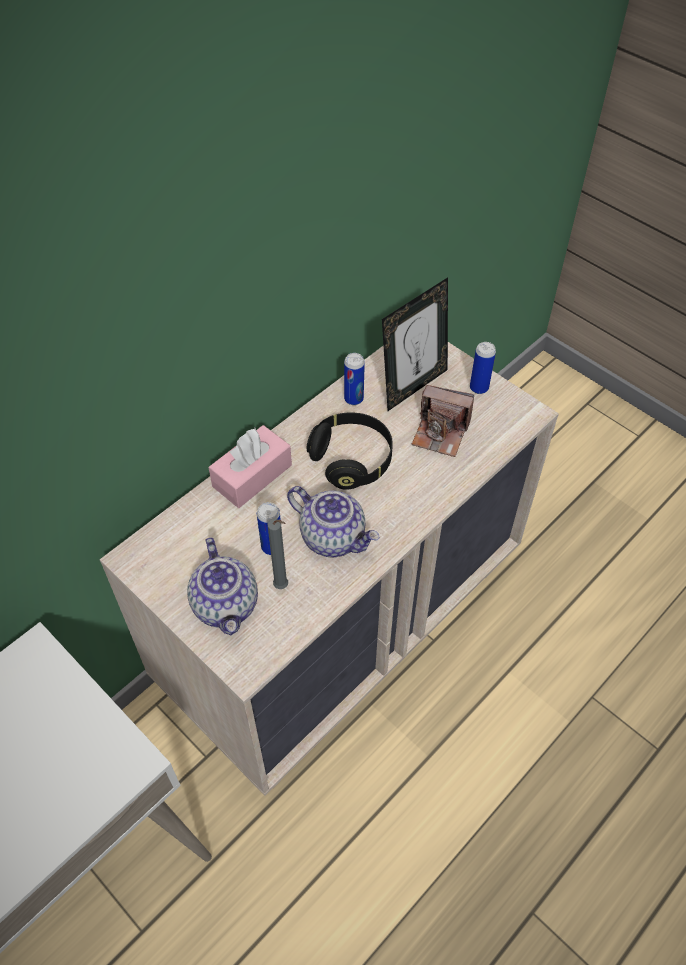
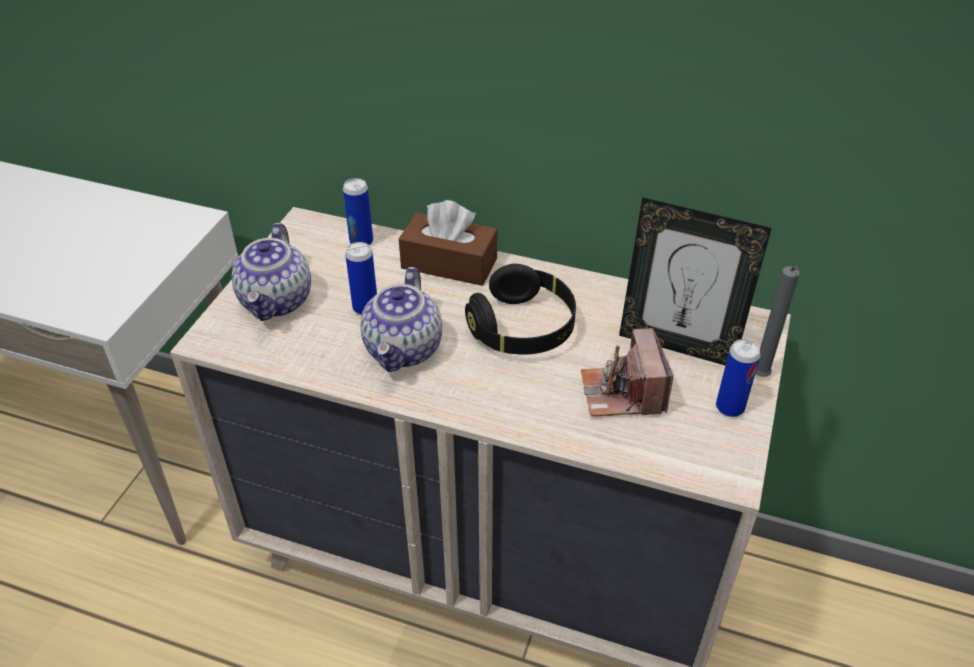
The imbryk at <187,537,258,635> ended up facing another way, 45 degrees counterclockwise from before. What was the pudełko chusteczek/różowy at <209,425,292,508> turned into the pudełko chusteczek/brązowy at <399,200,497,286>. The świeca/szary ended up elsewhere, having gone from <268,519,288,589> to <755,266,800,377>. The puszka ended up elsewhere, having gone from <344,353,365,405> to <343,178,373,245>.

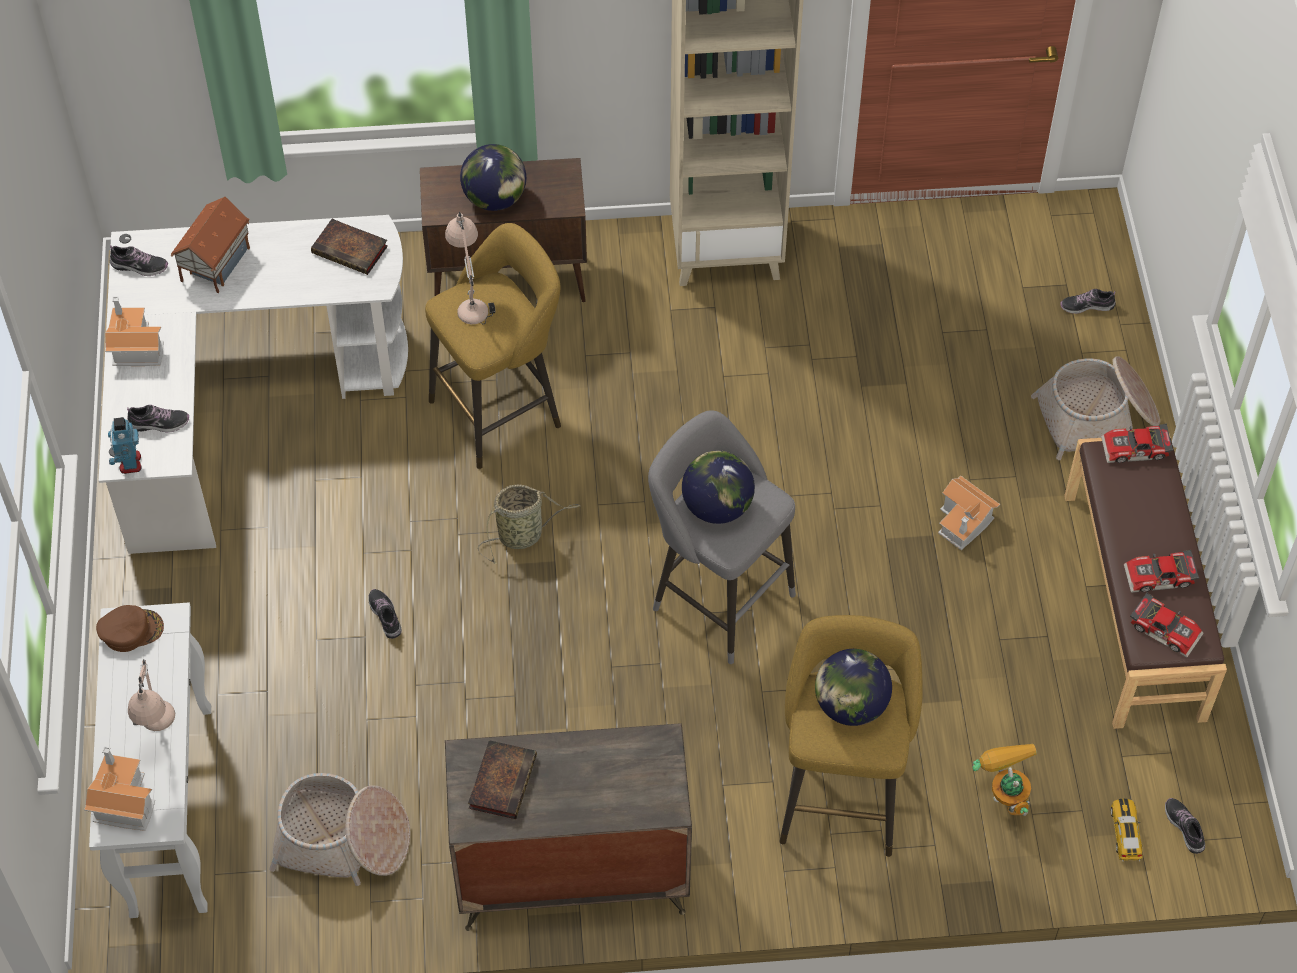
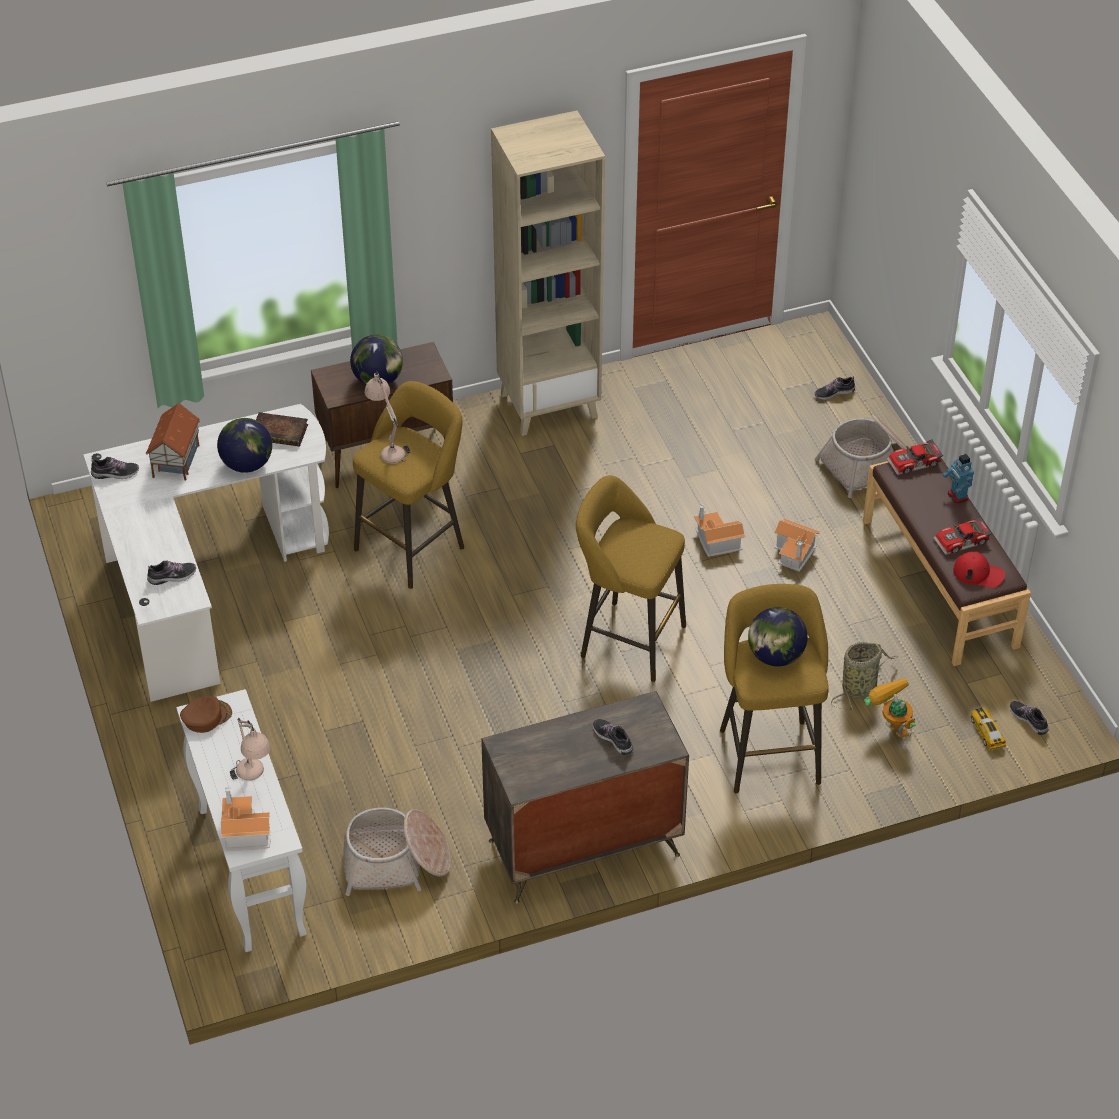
The domek ended up elsewhere, having gone from <105,296,164,366> to <694,504,746,557>. The robot zabawkowy ended up elsewhere, having gone from <108,417,142,474> to <942,454,974,503>. The but ended up elsewhere, having gone from <368,589,402,639> to <593,719,633,755>. The second view lost the książka at <468,740,537,819>. The koszyk ended up elsewhere, having gone from <477,484,581,564> to <831,642,899,711>. What was the stołek/szary at <648,410,796,664> turned into the stołek/żółty at <576,475,686,682>. The globus ended up elsewhere, having gone from <682,451,755,524> to <217,418,272,473>. Where the samochodzik stood at <1130,592,1204,657>, the czapka z daszkiem/czerwony came to stand at <953,551,1005,588>.

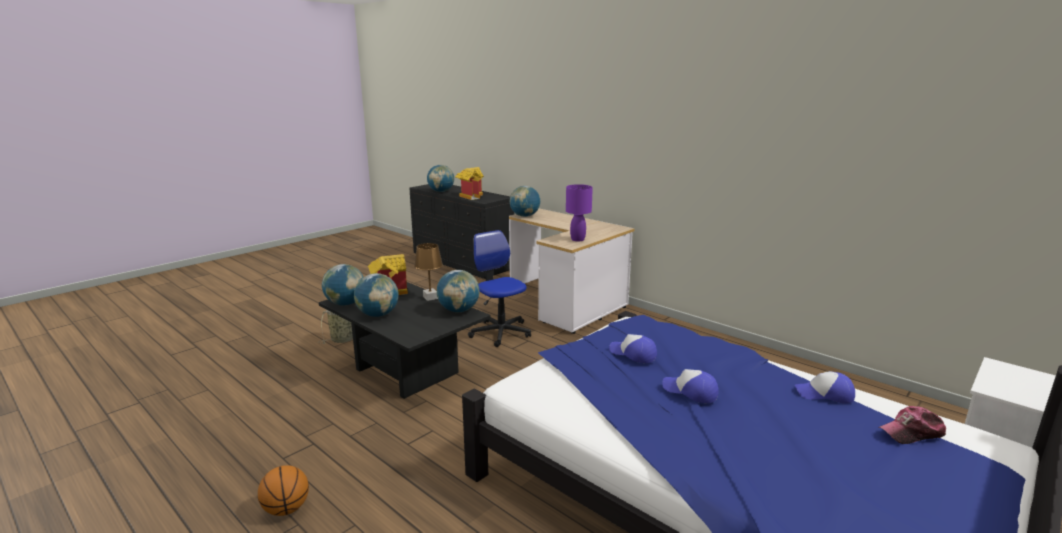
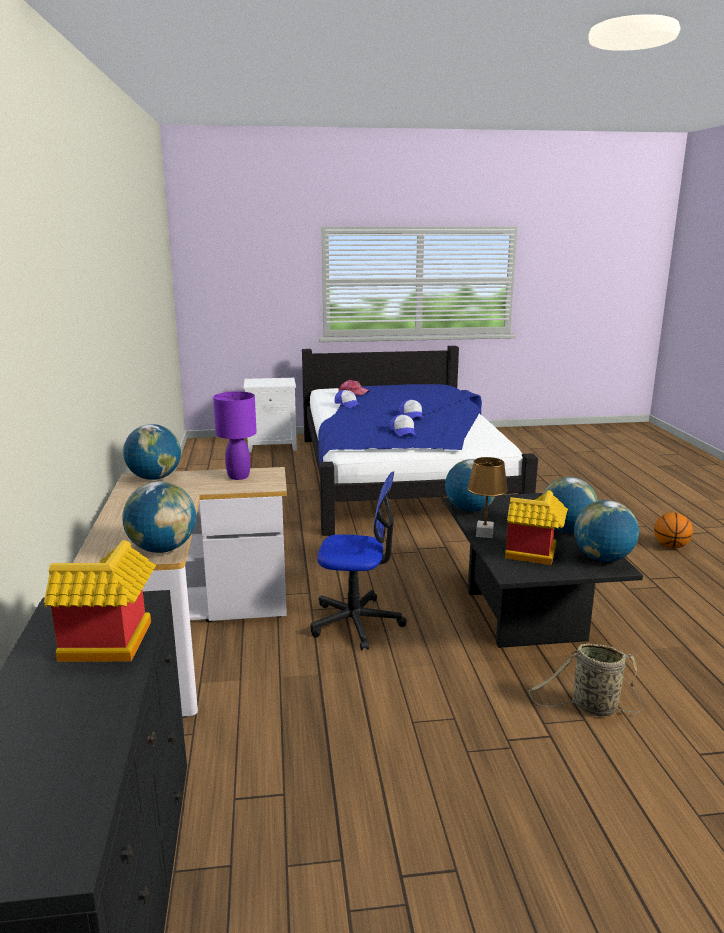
The globus ended up elsewhere, having gone from <427,165,454,192> to <123,424,181,480>. The krzesło biurowe at <468,230,531,347> ended up facing another way, 90 degrees counterclockwise from before.

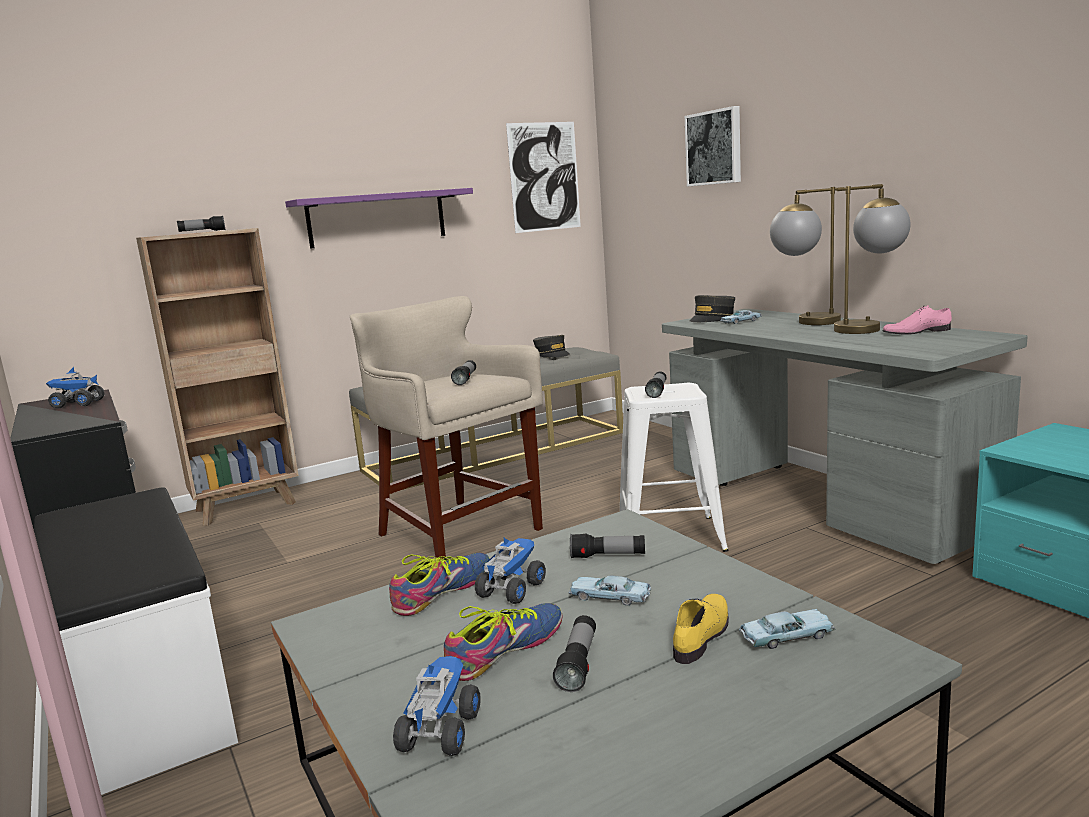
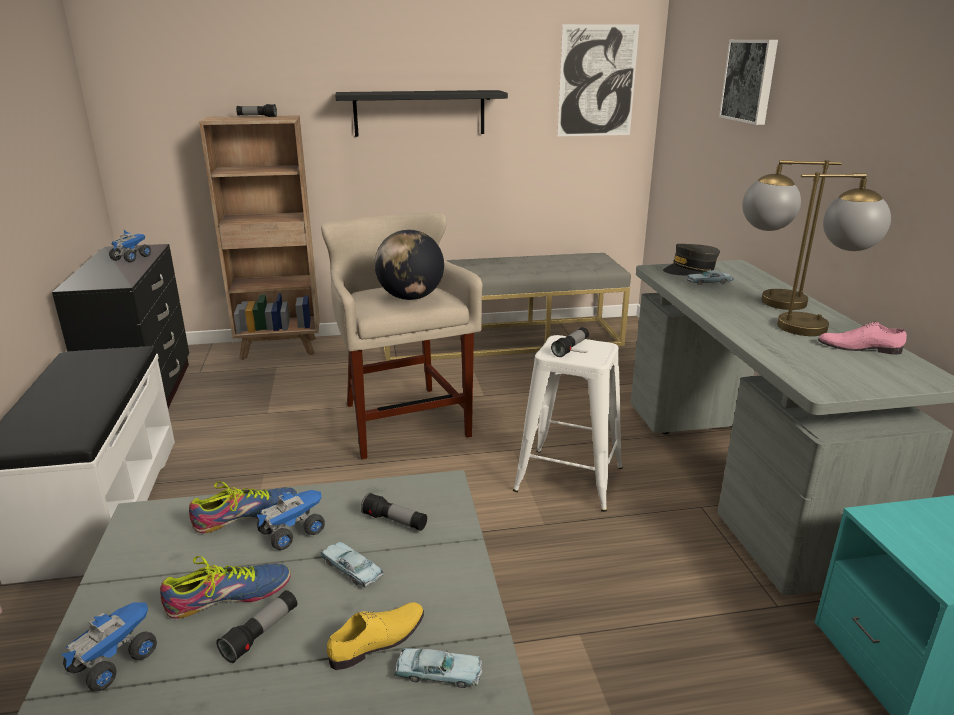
The ciężarówka zabawkowa at <46,367,105,408> ended up facing another way, 90 degrees clockwise from before. What was the półka/fioletowy at <285,188,473,249> turned into the półka/czarny at <335,90,508,137>. Where the latarka stood at <451,360,476,385>, the globus came to stand at <374,230,444,300>. The second view lost the czapka z daszkiem/szary at <533,335,570,357>.

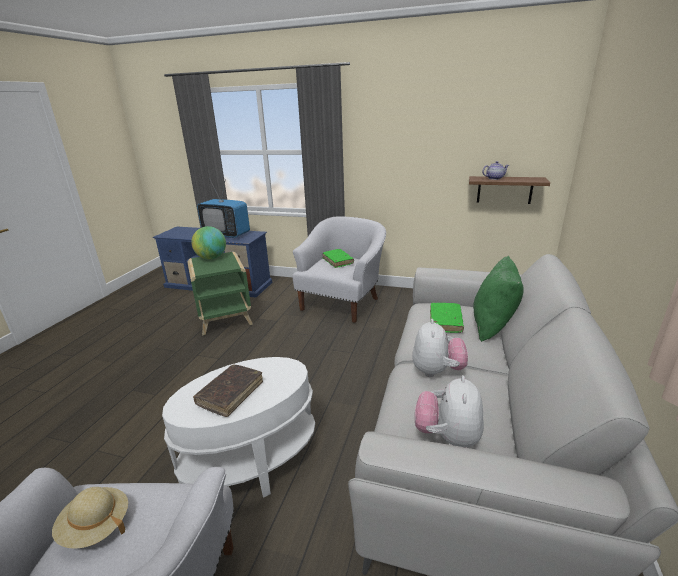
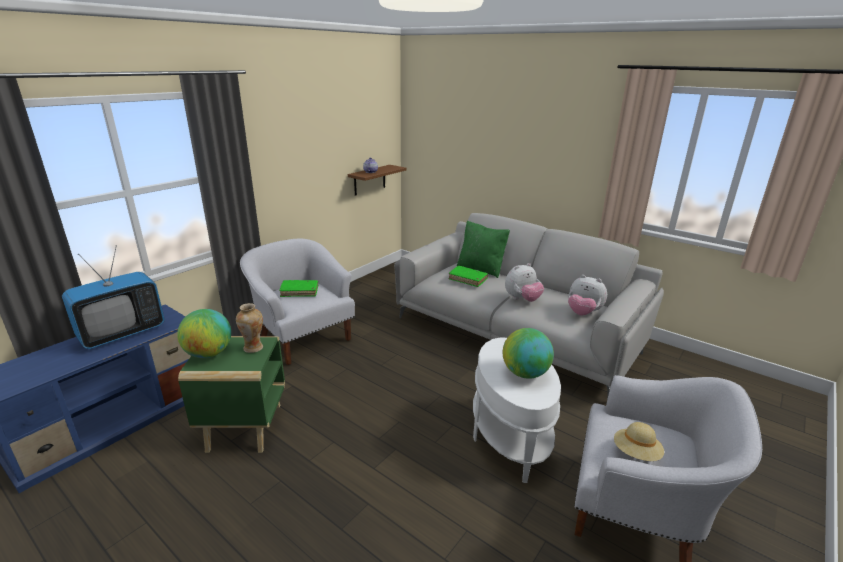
Where the książka/brązowy stood at <193,365,263,417>, the globus came to stand at <503,328,554,379>. The pluszak at <412,319,468,377> ended up facing another way, 120 degrees clockwise from before. The second view gained the wazon at <236,303,263,353>.

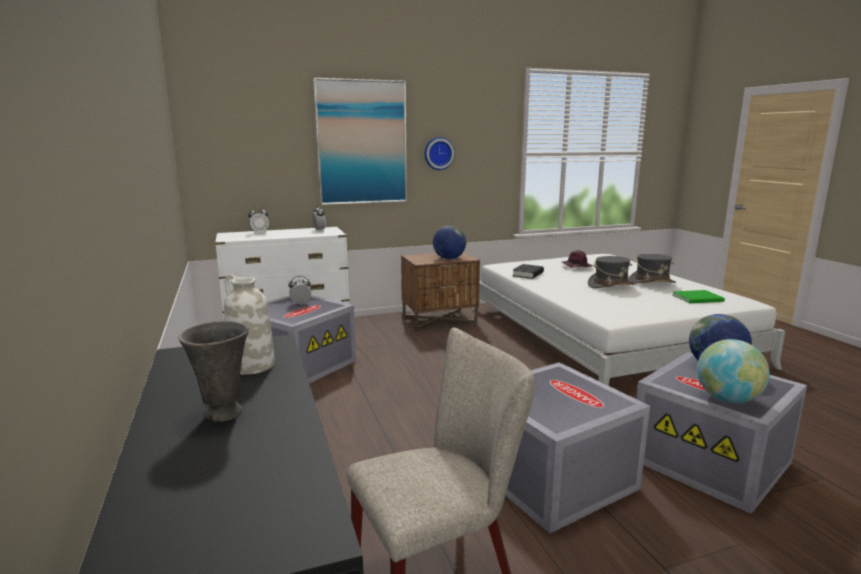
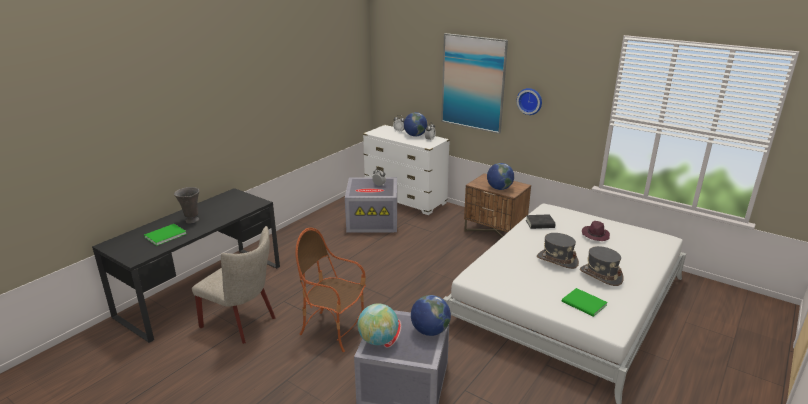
The second view lost the wazon/biały at <224,274,275,375>. Where the pojemnik do przechowywania/szary stood at <505,362,650,533>, the fotel came to stand at <295,228,366,352>. The second view gained the książka/zielony at <144,224,186,246>. The second view gained the globus at <404,112,428,137>.

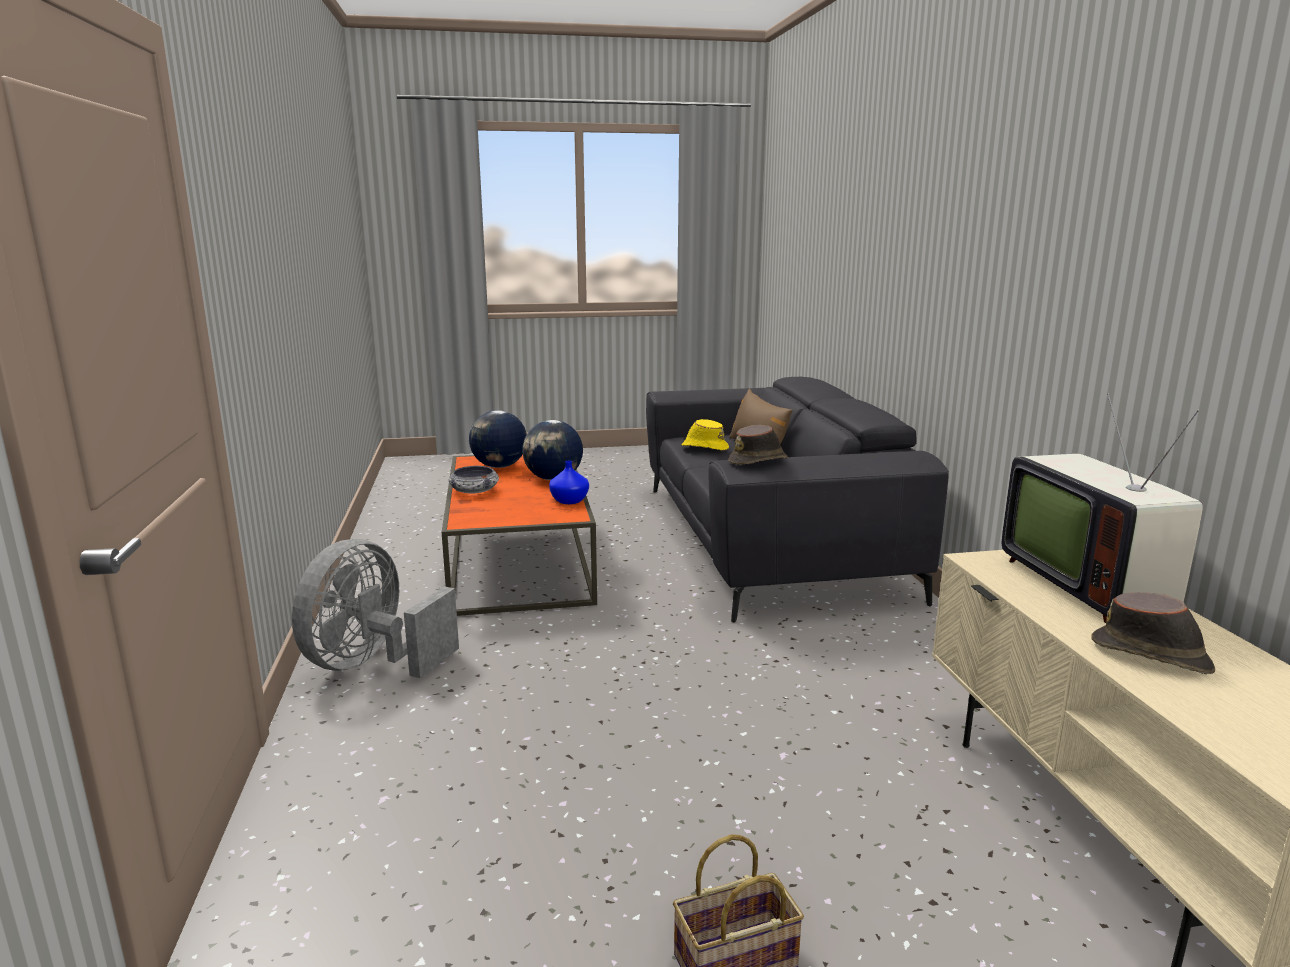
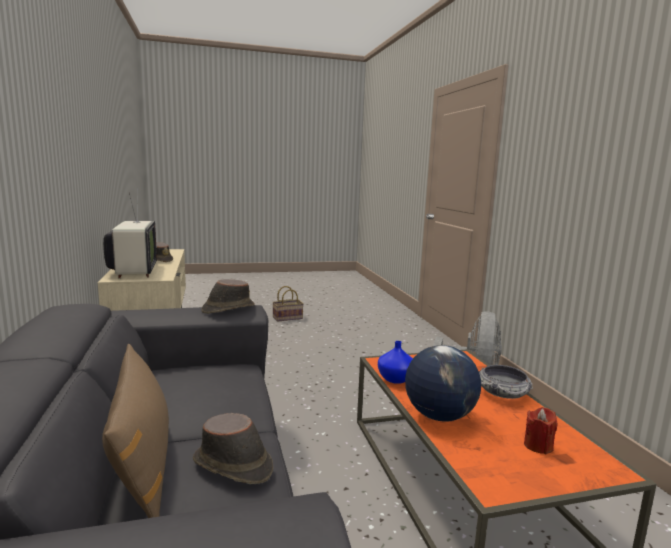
Where the globus stood at <469,410,527,468>, the świeca/czerwony came to stand at <524,407,558,454>. What was the kapelusz/żółty at <682,419,729,451> turned into the kapelusz/brązowy at <193,413,273,484>.

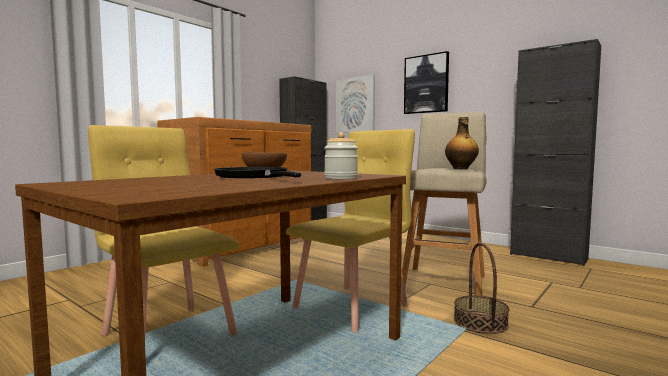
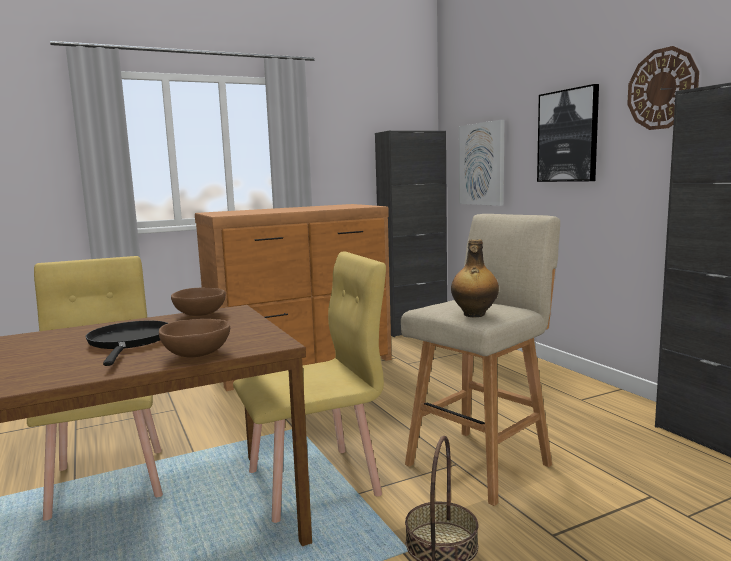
Where the słoik stood at <324,132,358,179>, the miska/brązowy came to stand at <159,319,230,357>. The second view gained the zegar ścienny at <627,46,699,130>.

